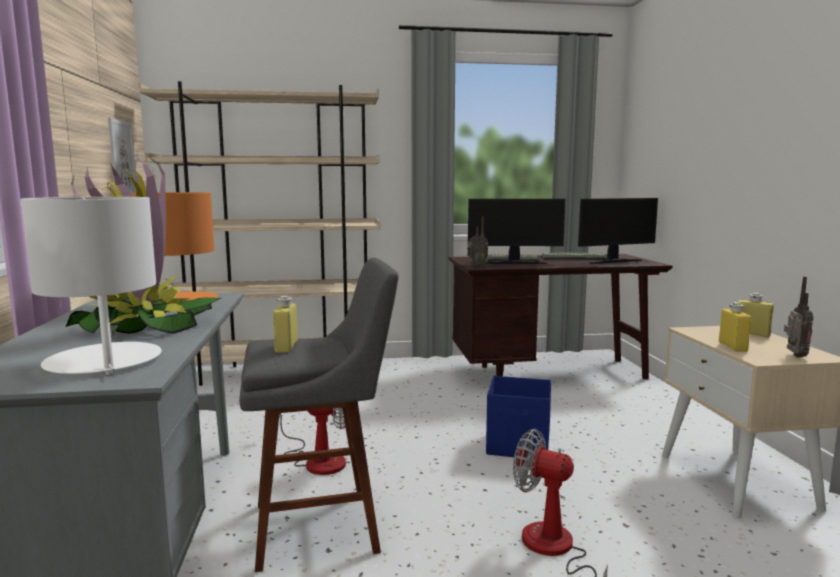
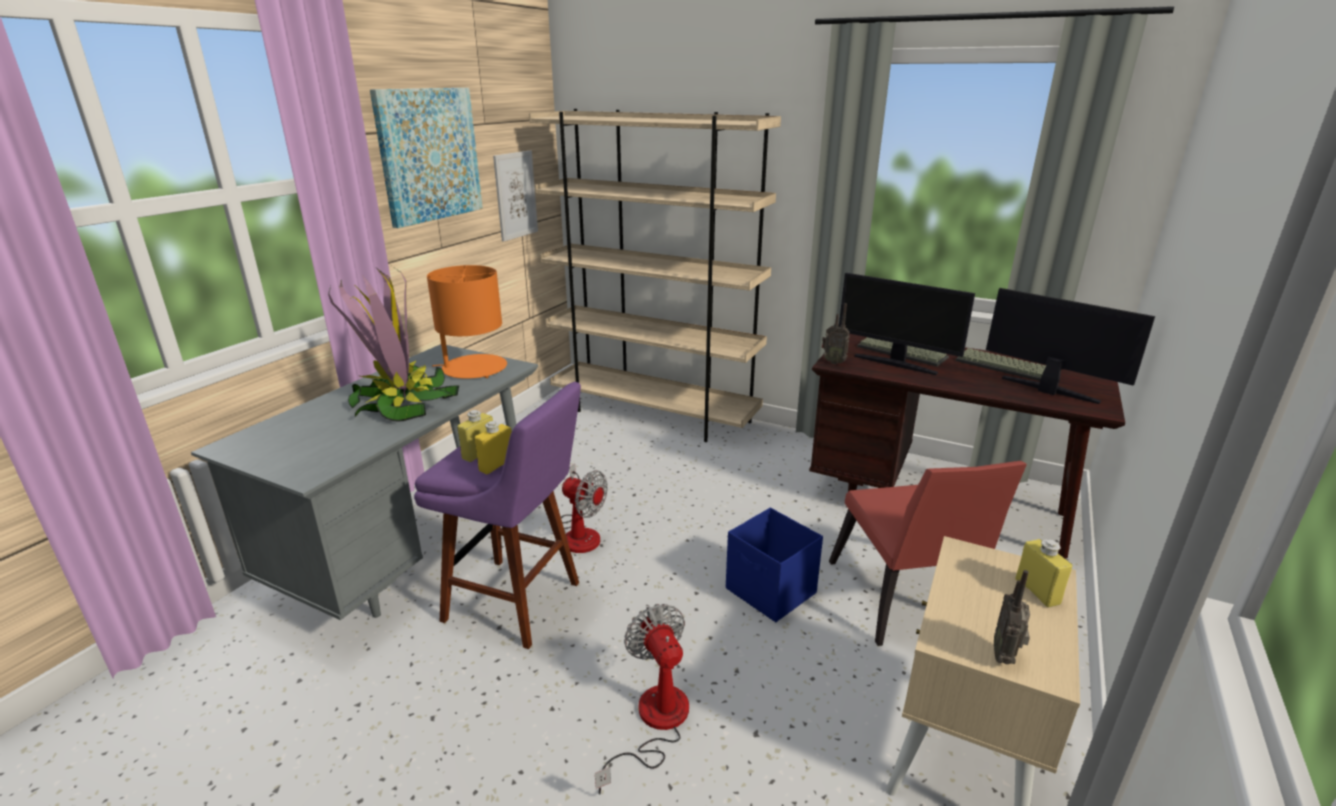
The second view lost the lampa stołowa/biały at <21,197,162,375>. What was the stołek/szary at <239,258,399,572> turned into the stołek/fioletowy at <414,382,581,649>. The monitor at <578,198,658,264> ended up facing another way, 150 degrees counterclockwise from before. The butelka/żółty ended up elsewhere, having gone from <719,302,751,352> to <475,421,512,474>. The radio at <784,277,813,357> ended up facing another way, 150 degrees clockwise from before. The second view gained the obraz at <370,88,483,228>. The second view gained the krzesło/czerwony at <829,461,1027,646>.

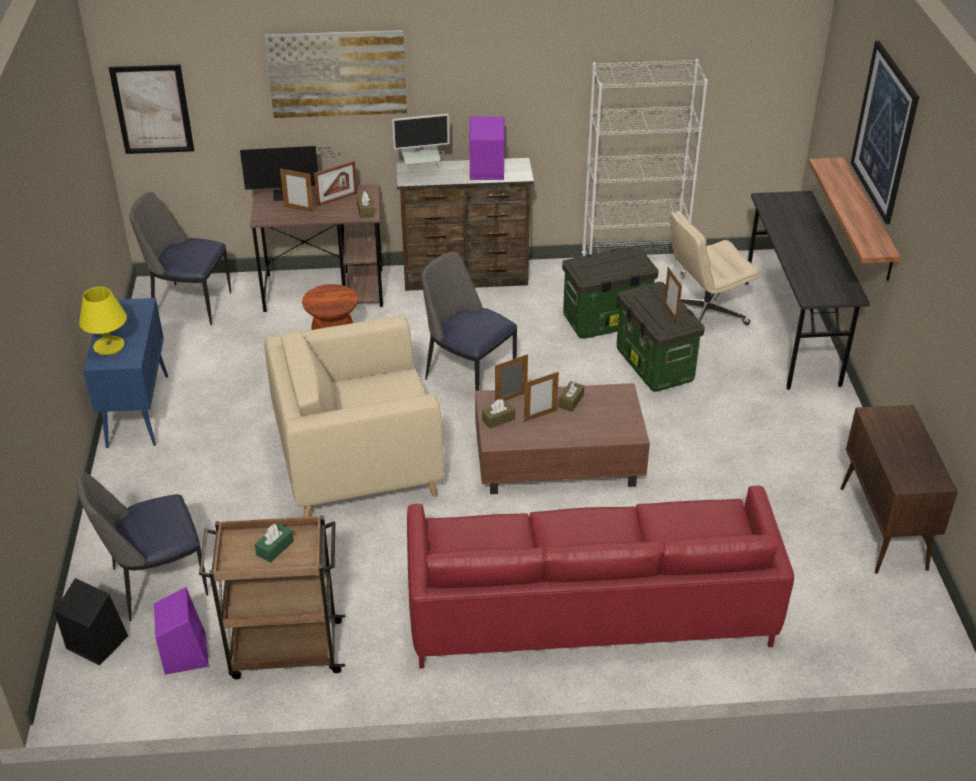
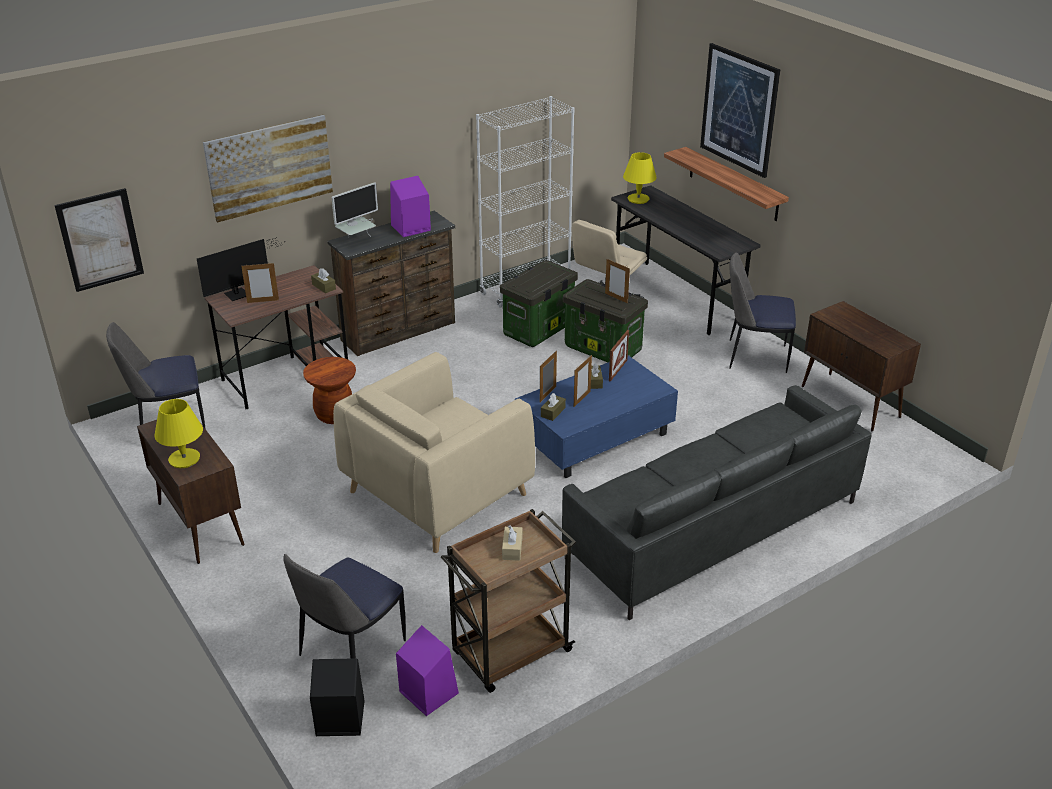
What was the szafka/niebieski at <83,298,168,448> turned into the szafka/brązowy at <137,420,245,564>. What was the pudełko chusteczek/zielony at <255,523,294,563> turned into the pudełko chusteczek/beżowy at <502,525,522,561>. The ramka na zdjęcie ended up elsewhere, having gone from <314,161,357,206> to <609,330,629,382>. What was the kanapa/czerwony at <407,486,794,668> turned into the kanapa/szary at <562,385,872,620>. The krzesło ended up elsewhere, having gone from <421,252,517,391> to <729,253,796,373>. What was the ława/brązowy at <475,383,650,494> turned into the ława/niebieski at <515,355,678,478>. The second view gained the lampa stołowa/żółty at <623,152,657,204>.

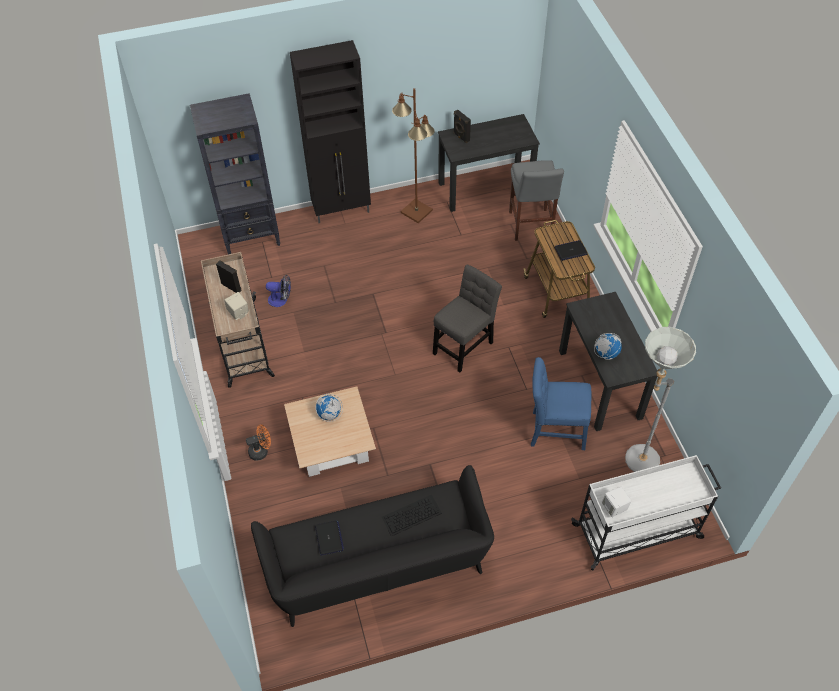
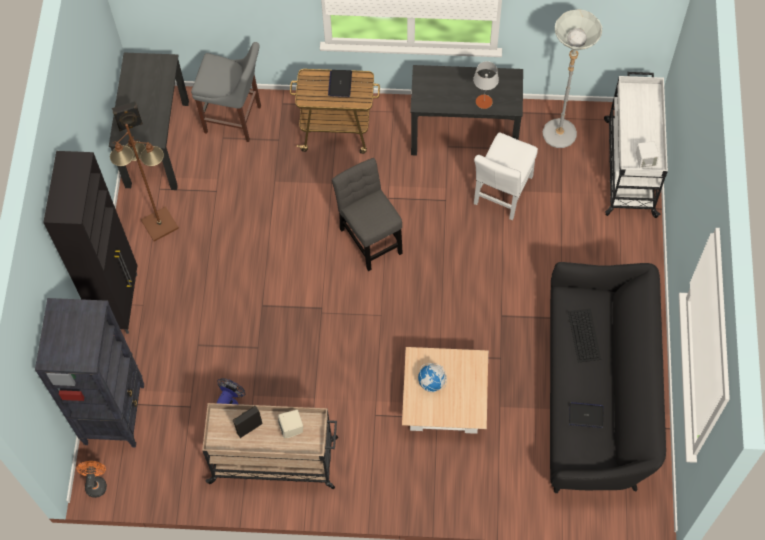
The wentylator/pomarańczowy ended up elsewhere, having gone from <246,424,271,461> to <77,461,107,498>. What was the krzesło/niebieski at <531,357,591,450> turned into the krzesło/biały at <474,132,538,220>. Where the globus stood at <594,333,622,360>, the lampa stołowa/szary came to stand at <473,61,499,109>.

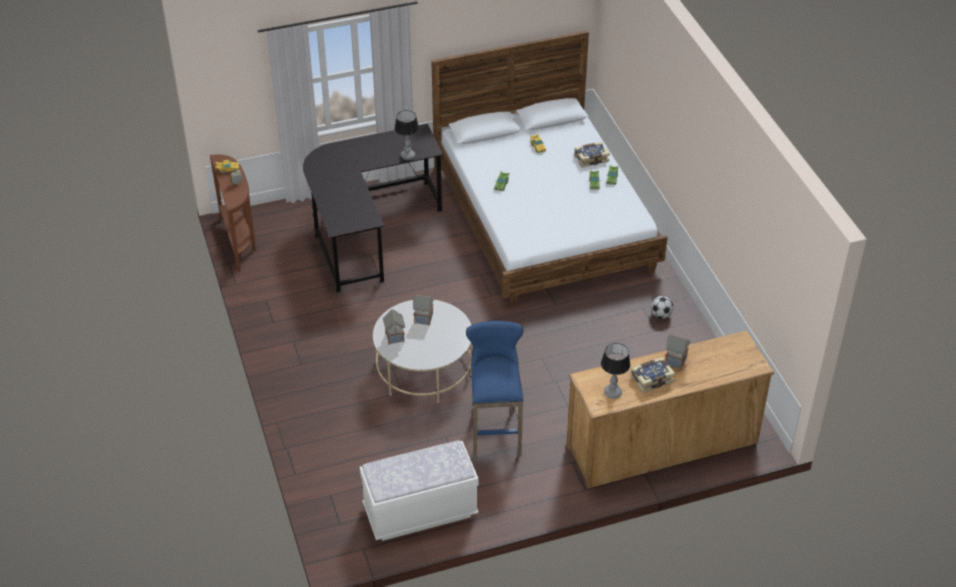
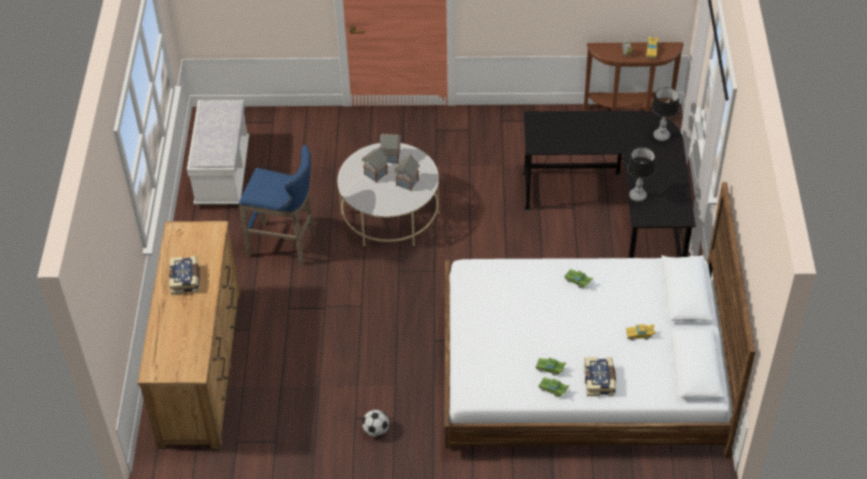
The lampa stołowa ended up elsewhere, having gone from <601,343,630,399> to <652,87,680,141>. The domek ended up elsewhere, having gone from <665,333,691,369> to <362,147,388,183>.

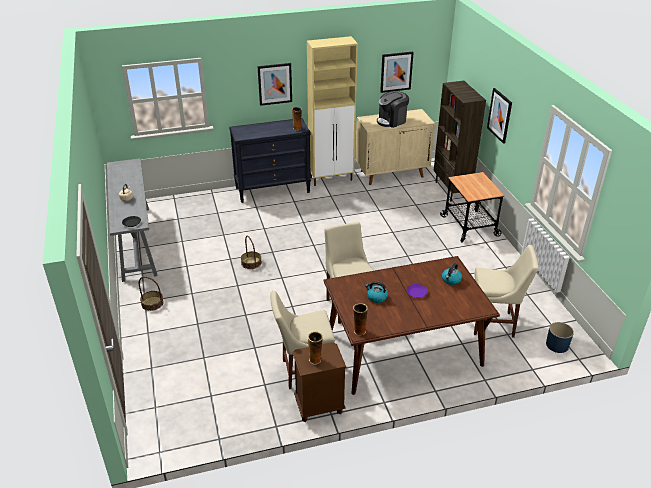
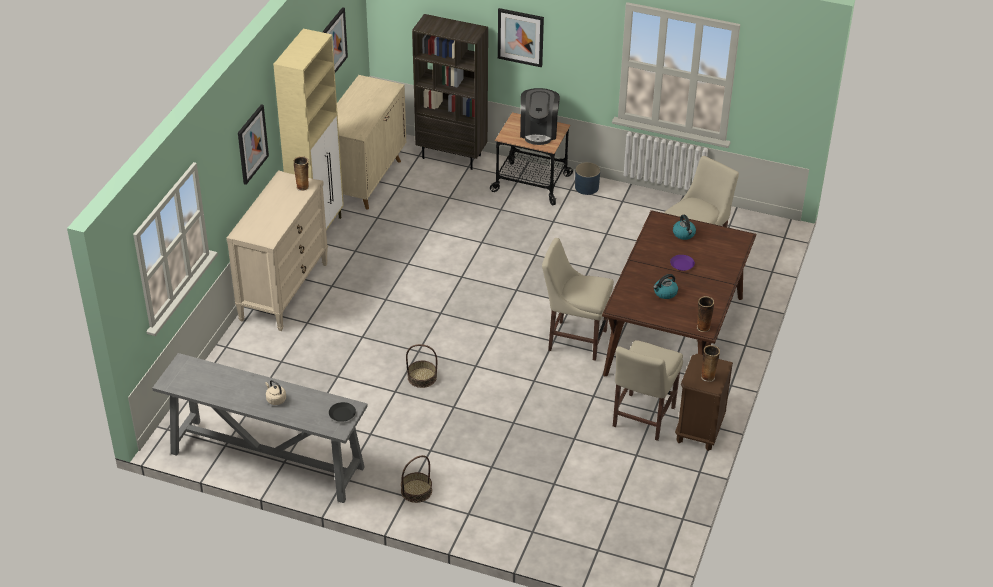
What was the komoda/czarny at <229,118,311,203> turned into the komoda/beżowy at <226,170,328,331>. The ekspres do kawy ended up elsewhere, having gone from <377,91,409,128> to <520,88,560,145>. The donica/niebieski ended up elsewhere, having gone from <546,322,574,353> to <575,162,600,195>.

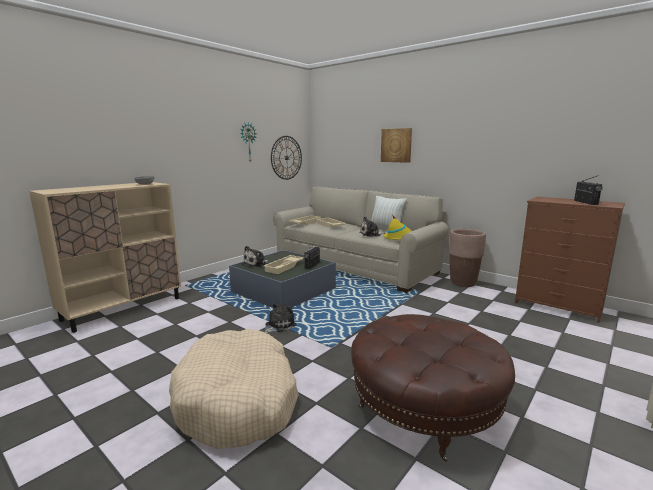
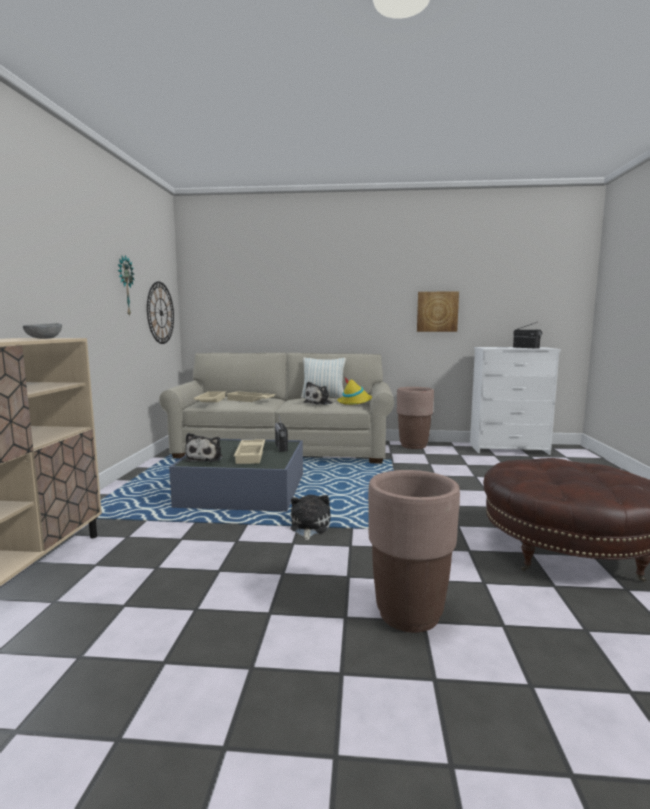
Where the legowisko/beżowy stood at <169,329,299,449>, the donica/brązowy came to stand at <368,470,460,632>. The obraz ended up elsewhere, having gone from <381,128,412,163> to <417,291,459,332>. What was the komoda/brązowy at <515,197,625,323> turned into the komoda/biały at <470,347,561,455>.

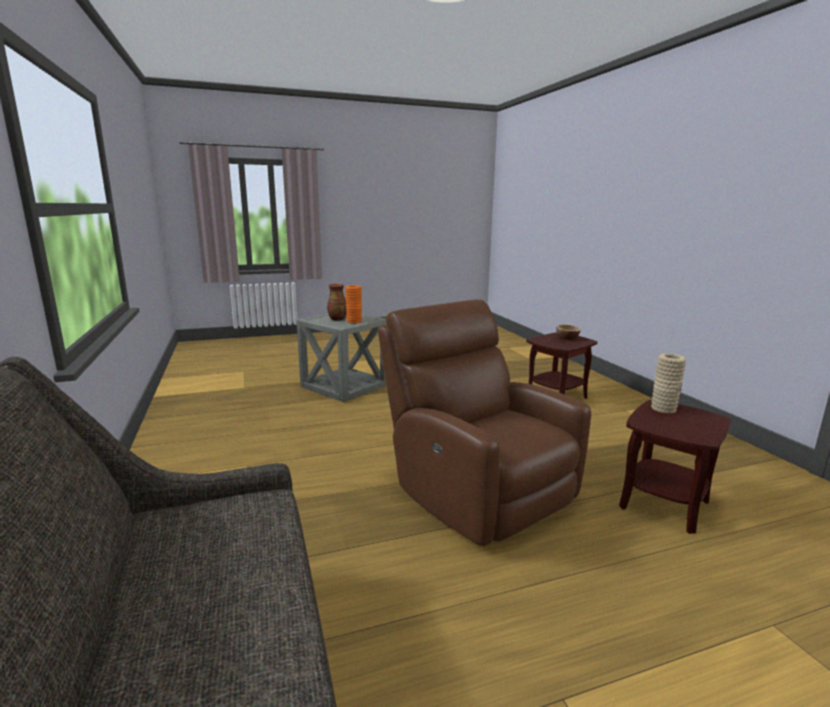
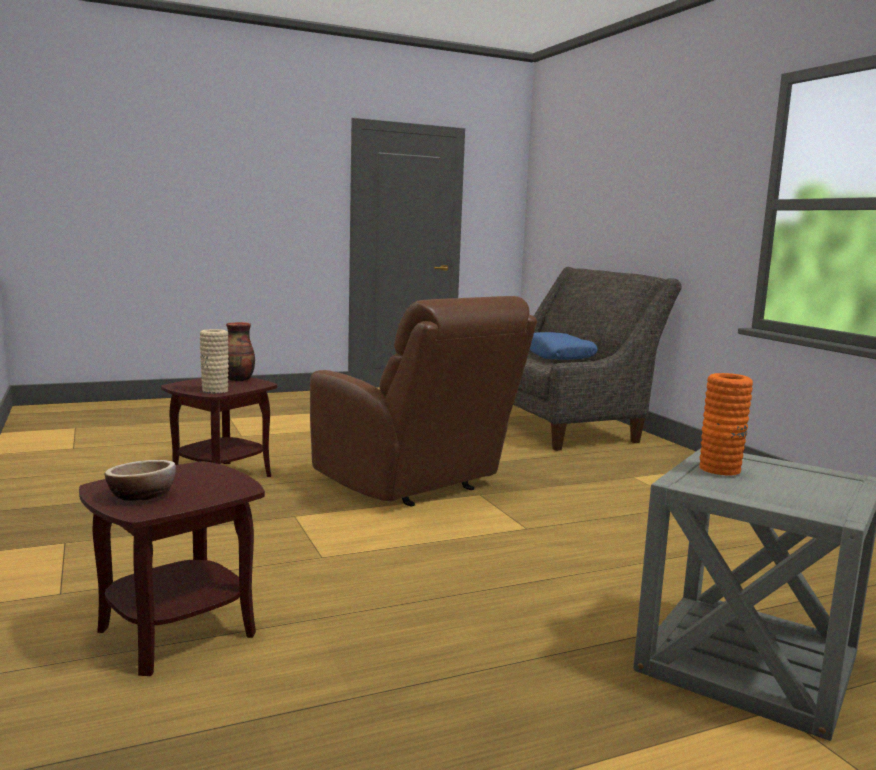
The wazon ended up elsewhere, having gone from <327,284,347,321> to <226,322,255,381>. The second view gained the poduszka/niebieski at <530,332,598,360>.

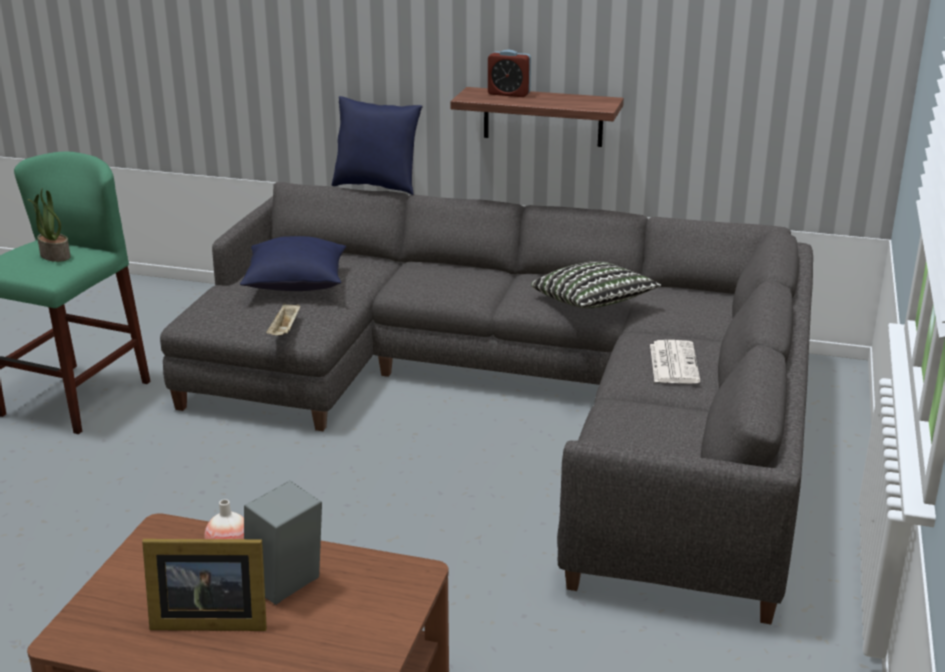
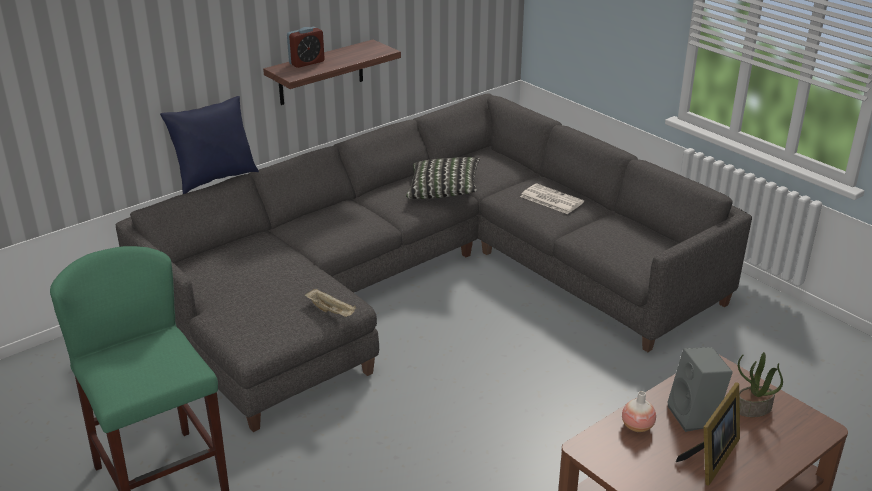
The roślina doniczkowa ended up elsewhere, having gone from <28,188,71,262> to <738,352,783,417>. The second view lost the poduszka/niebieski at <240,236,346,291>.

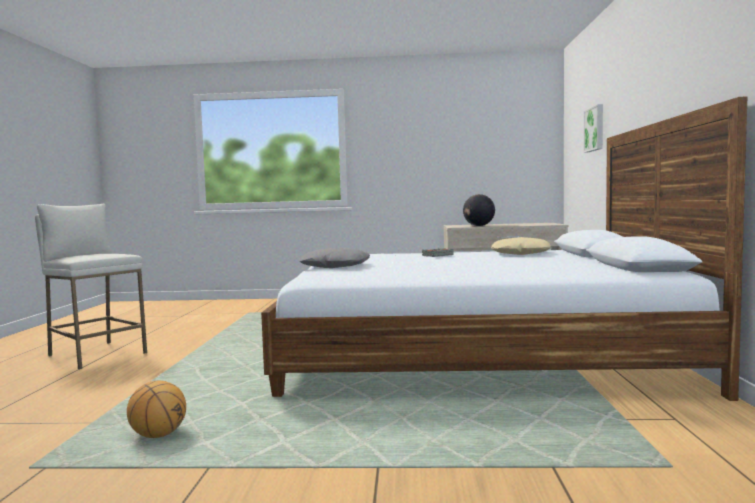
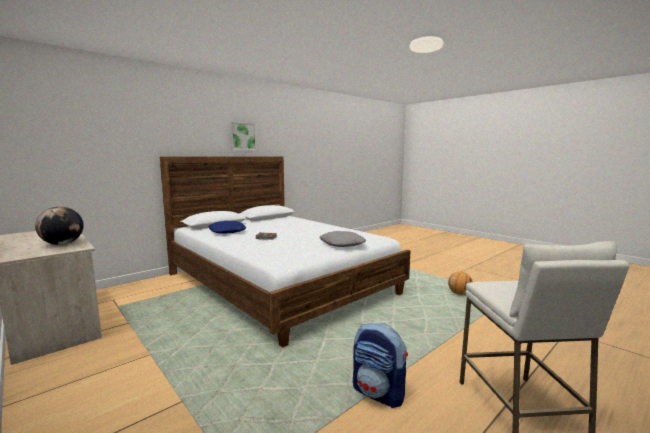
What was the poduszka/beżowy at <491,237,551,255> turned into the poduszka/niebieski at <208,221,246,234>. The obraz ended up elsewhere, having gone from <584,104,603,153> to <230,122,256,150>. The second view gained the plecak at <353,323,408,408>.

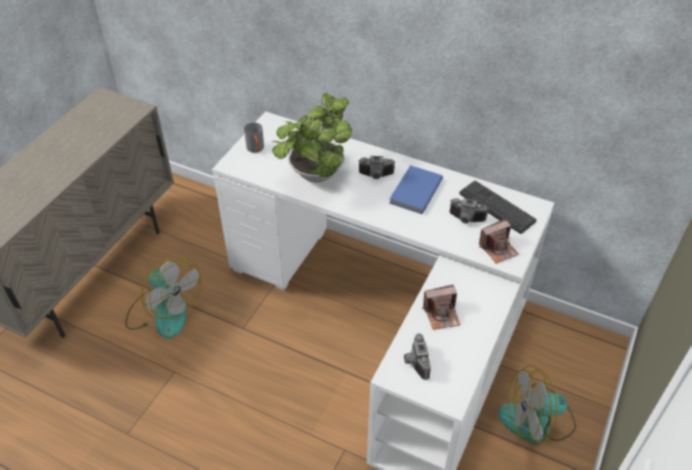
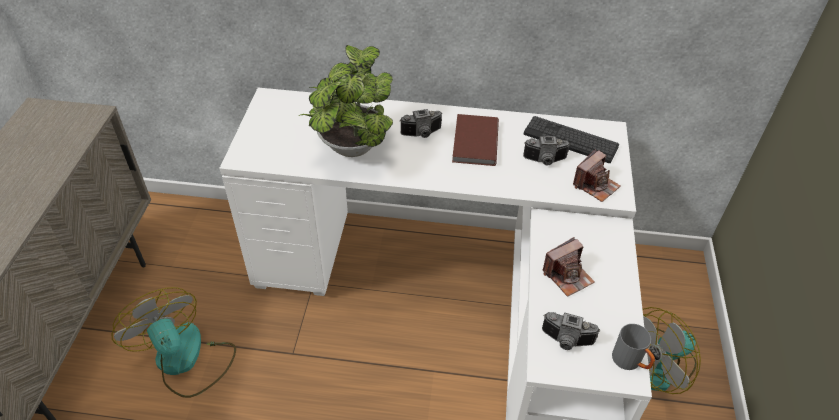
The wentylator at <125,256,201,339> ended up facing another way, 150 degrees counterclockwise from before. The kubek/szary ended up elsewhere, having gone from <244,122,264,153> to <612,324,655,370>. What was the książka/niebieski at <389,165,443,214> turned into the książka/brązowy at <452,114,499,166>. The aparat fotograficzny at <404,333,431,380> ended up facing another way, 45 degrees counterclockwise from before.

